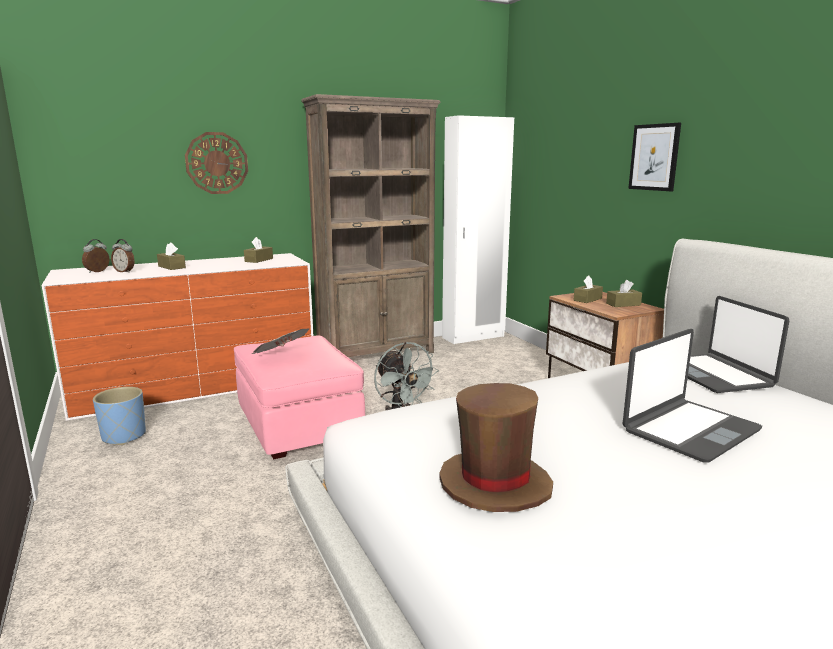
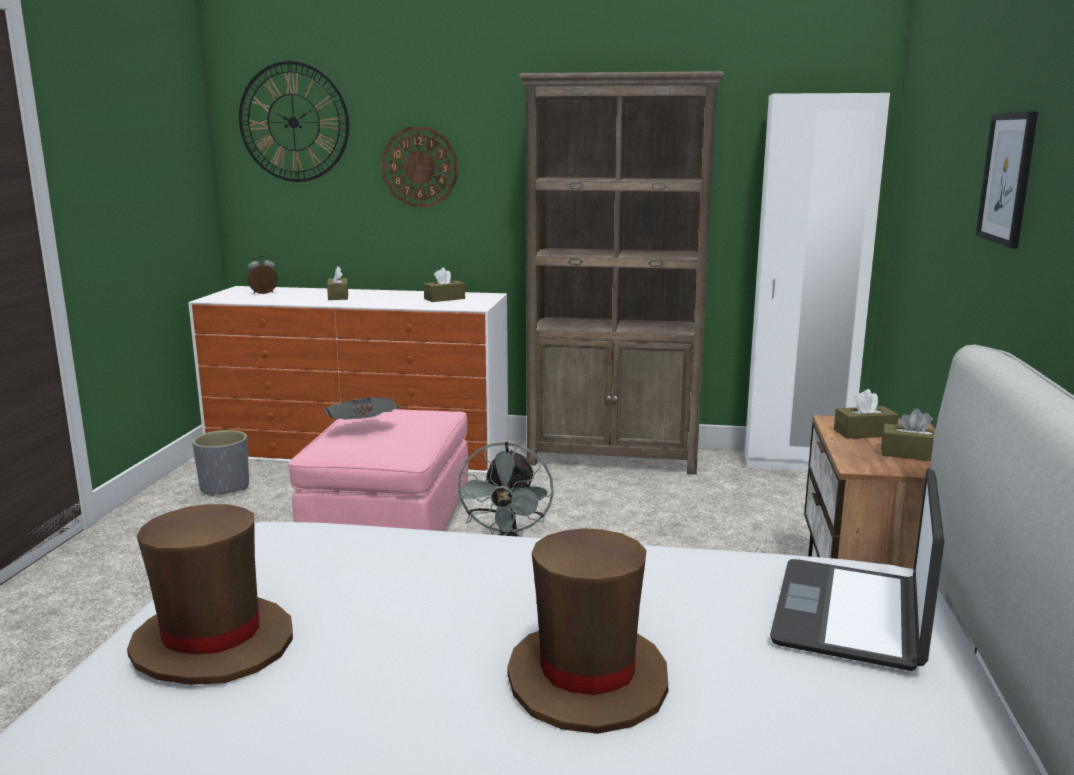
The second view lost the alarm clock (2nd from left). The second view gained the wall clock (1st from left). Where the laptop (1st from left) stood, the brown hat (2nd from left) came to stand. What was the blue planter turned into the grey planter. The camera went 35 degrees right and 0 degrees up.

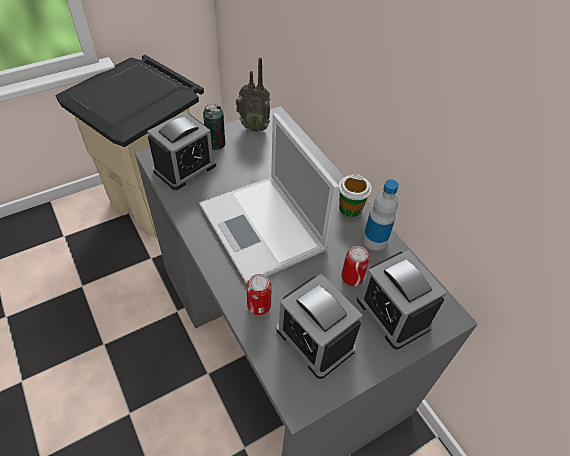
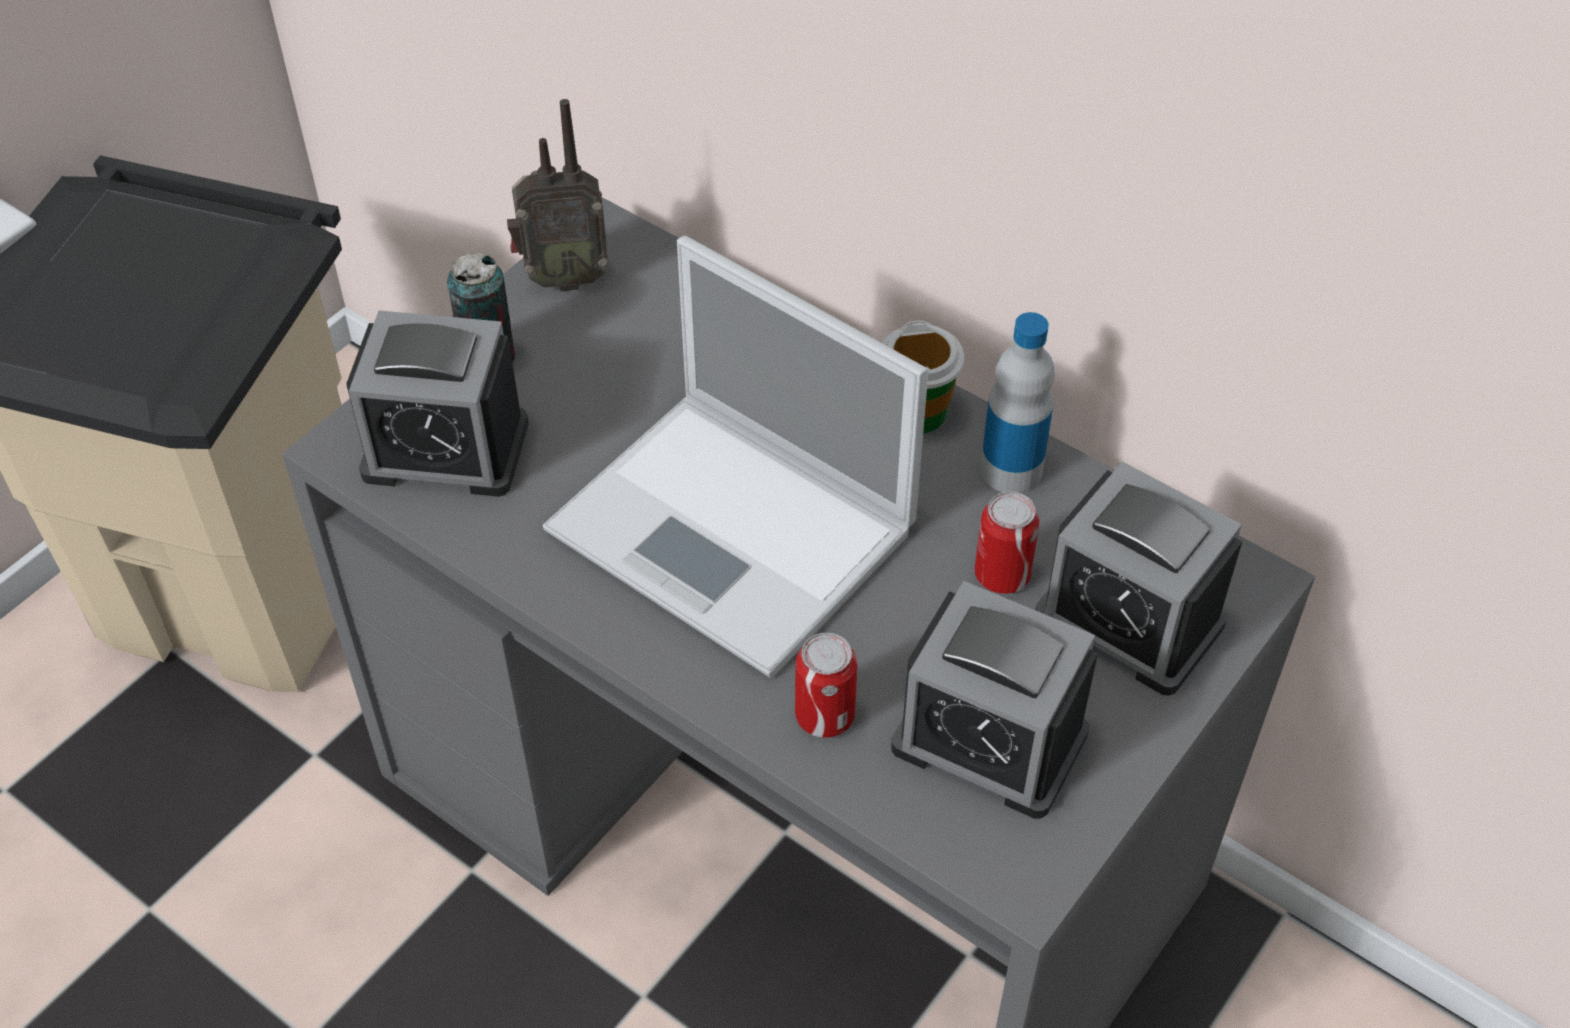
The alarm clock (1st from left) ended up facing another way, 75 degrees clockwise from before. The camera went 20 degrees left and 0 degrees up.

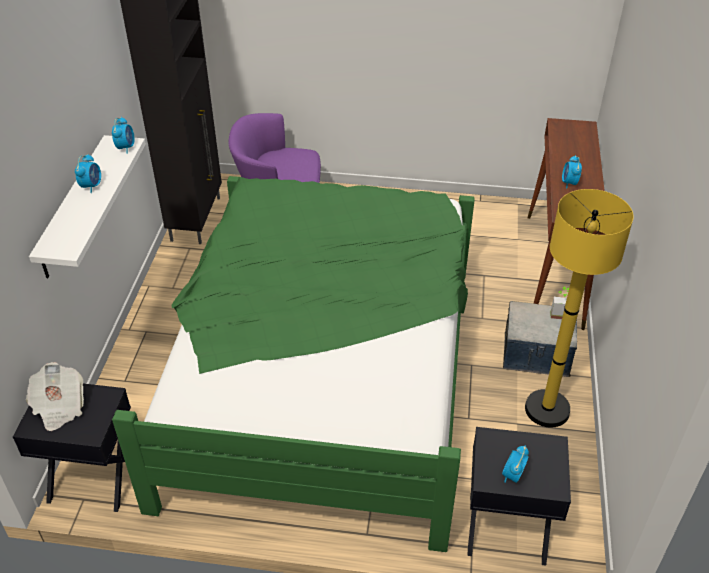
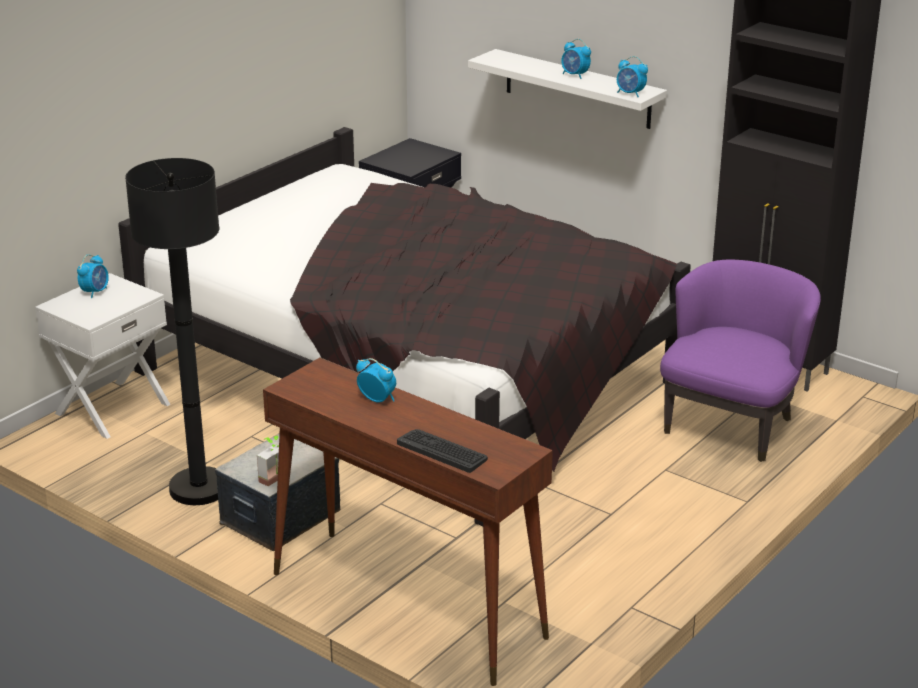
The second view lost the newspaper. The second view gained the keyboard. What was the green bed turned into the black bed. What was the black nightstand (2nd from left) turned into the white nightstand. What was the yellow floor lamp turned into the black floor lamp. The alarm clock (3rd from left in the first image) ended up facing another way, 60 degrees clockwise from before. The camera went 120 degrees right and 15 degrees down.

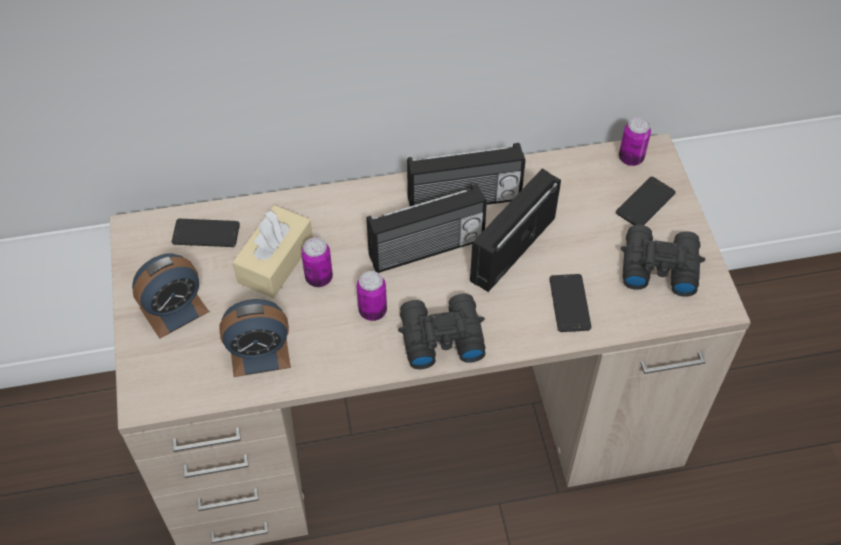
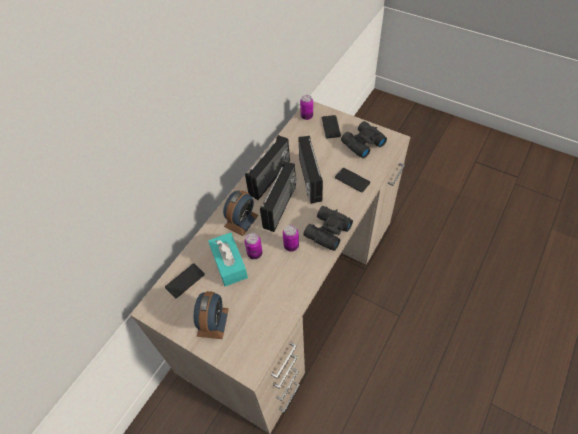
The alarm clock (2nd from left) ended up elsewhere. What was the beige tissue box turned into the turquoise tissue box. The camera went 45 degrees left and 0 degrees up.

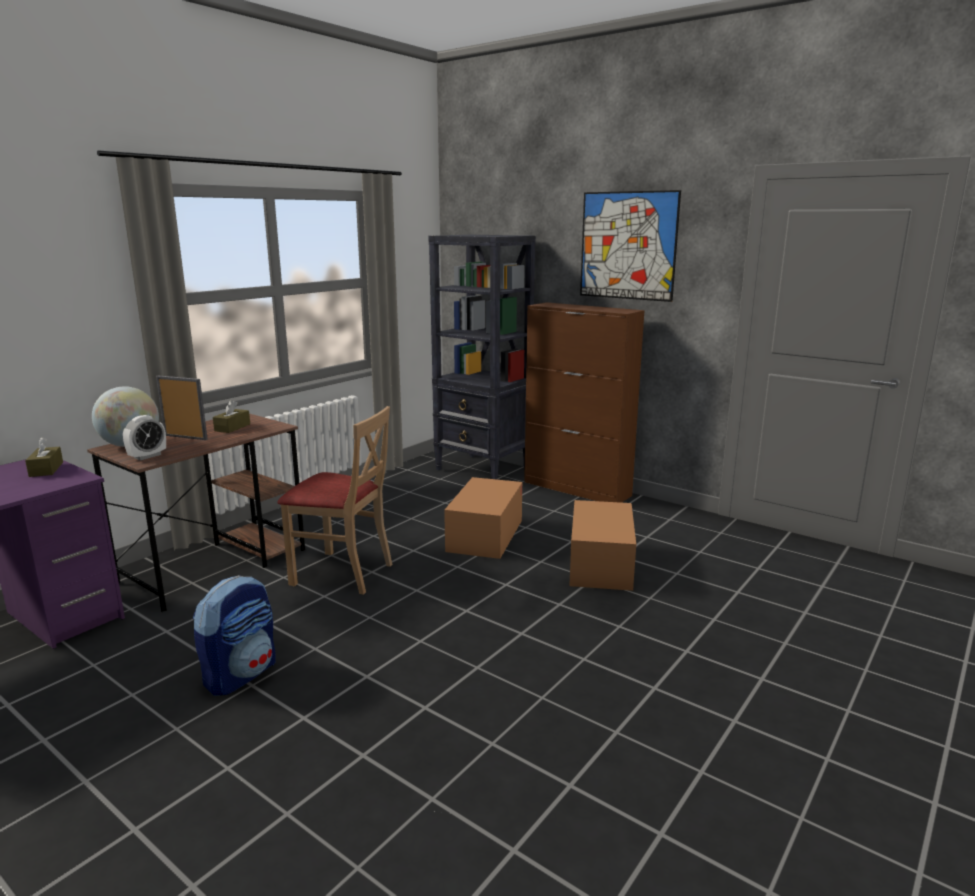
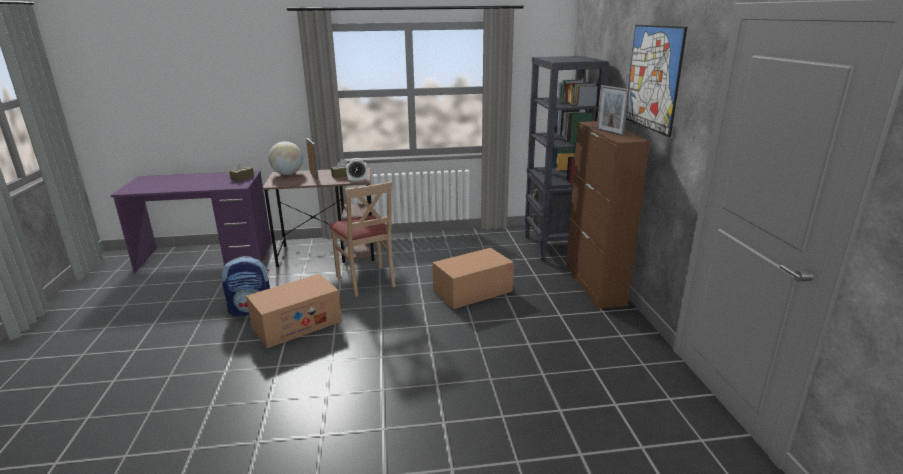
The second view gained the picture frame (2nd from left). The alarm clock ended up elsewhere. The cardboard box (2nd from left in the first image) ended up elsewhere. The camera went 45 degrees right and 5 degrees up.

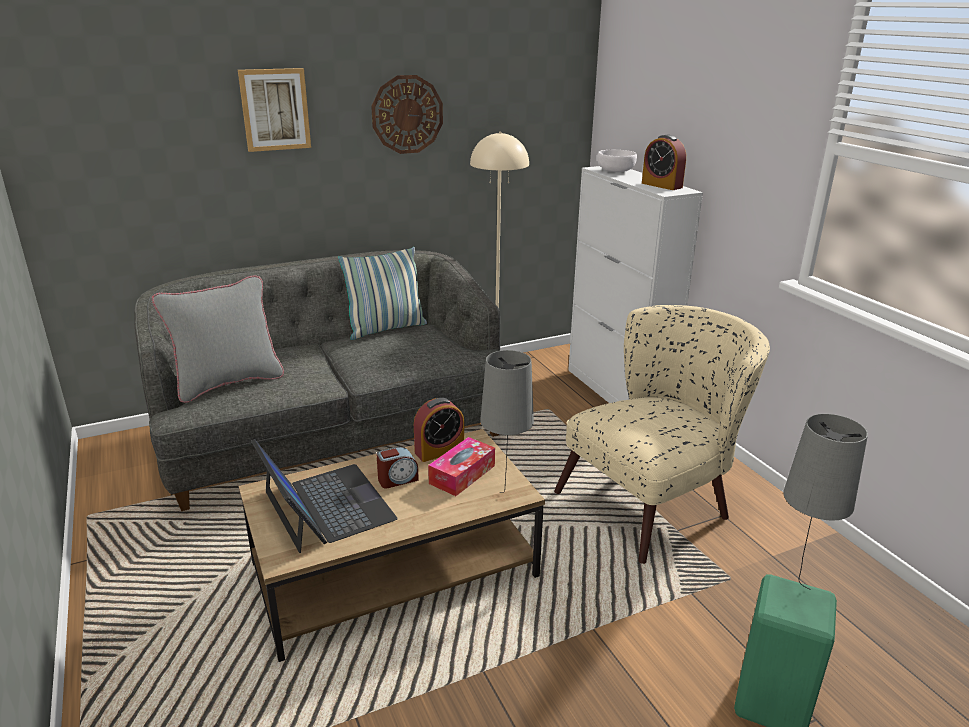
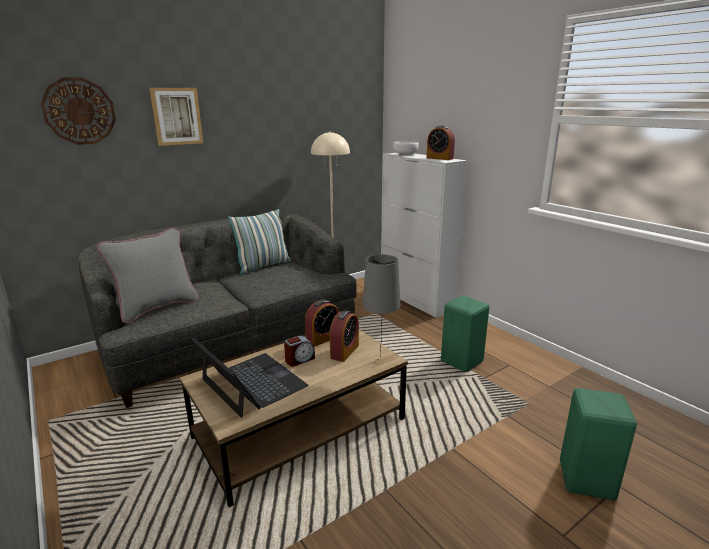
The second view lost the grey table lamp (2nd from left). The wall clock ended up elsewhere. Where the tissue box stood, the alarm clock (3rd from left) came to stand. Where the beige armchair stood, the green stool (1st from left) came to stand. The camera went 10 degrees left and 5 degrees down.

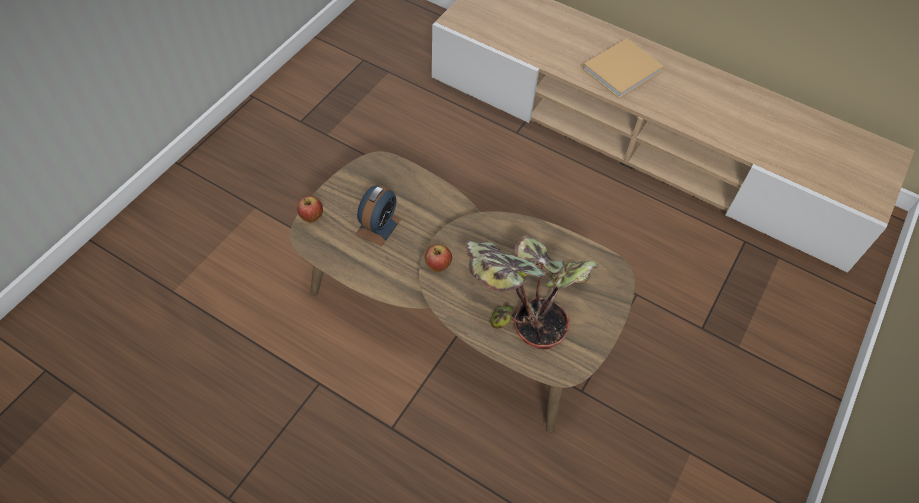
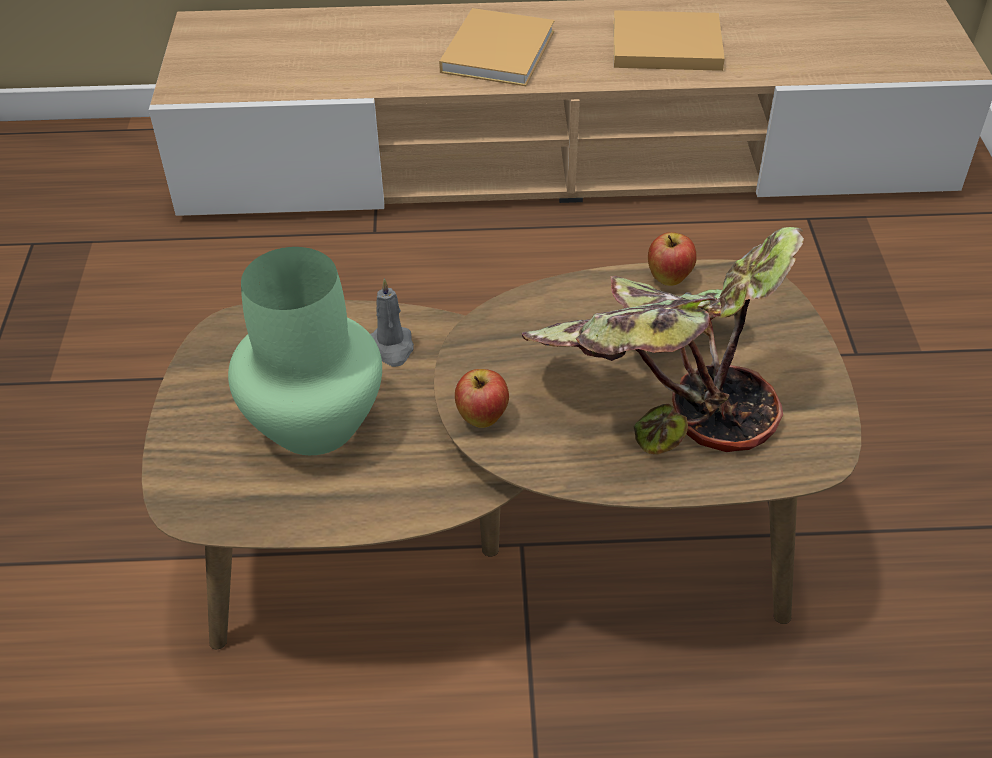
The second view gained the grey candle. The second view gained the beige book (2nd from left). The apple (1st from left in the first image) ended up elsewhere. Where the alarm clock stood, the green vase came to stand. The camera went 30 degrees left and 10 degrees down.

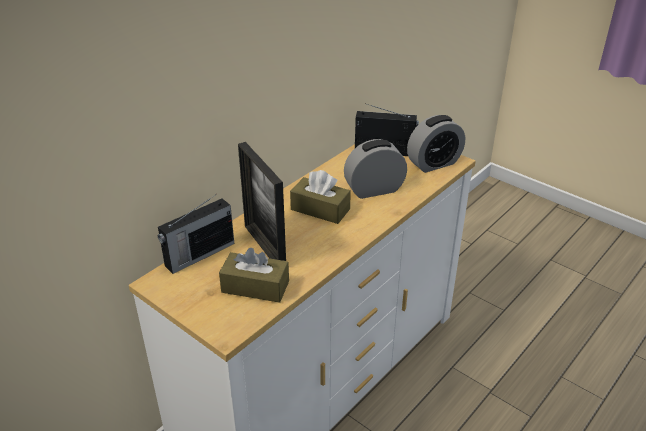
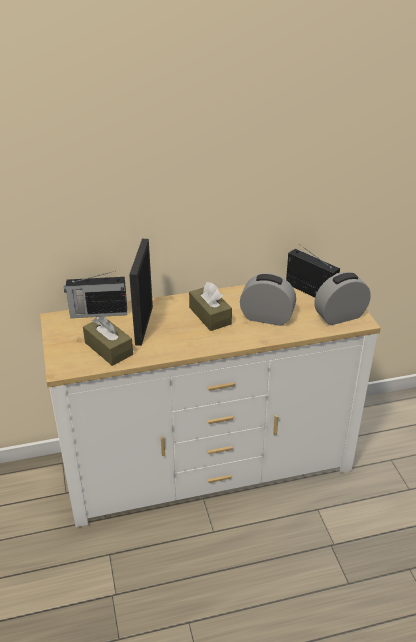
The alarm clock (2nd from left) ended up facing another way, 150 degrees clockwise from before. The camera went 35 degrees right and 0 degrees up.

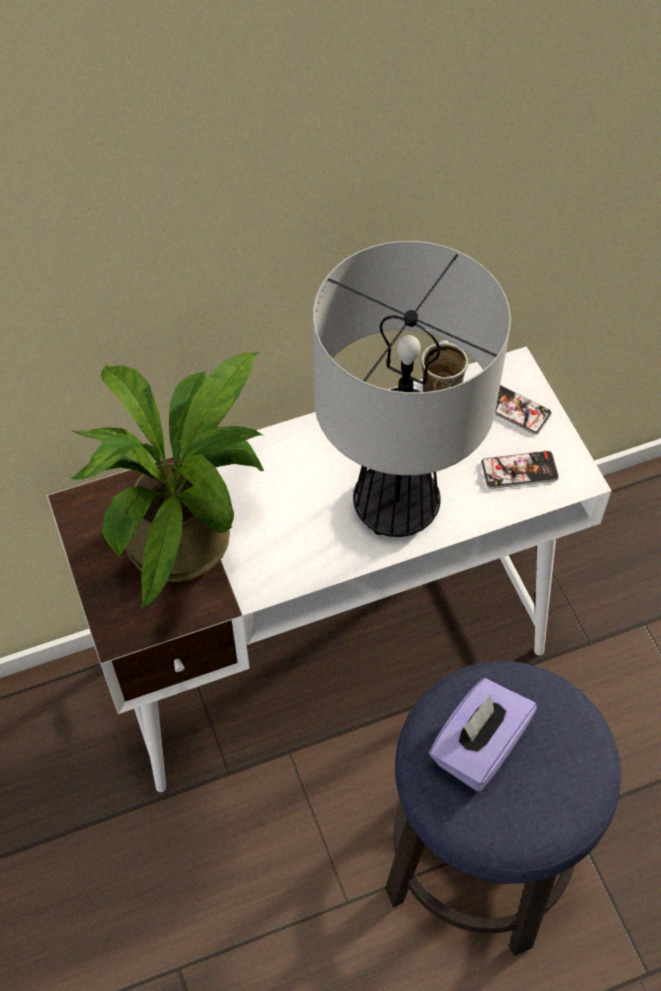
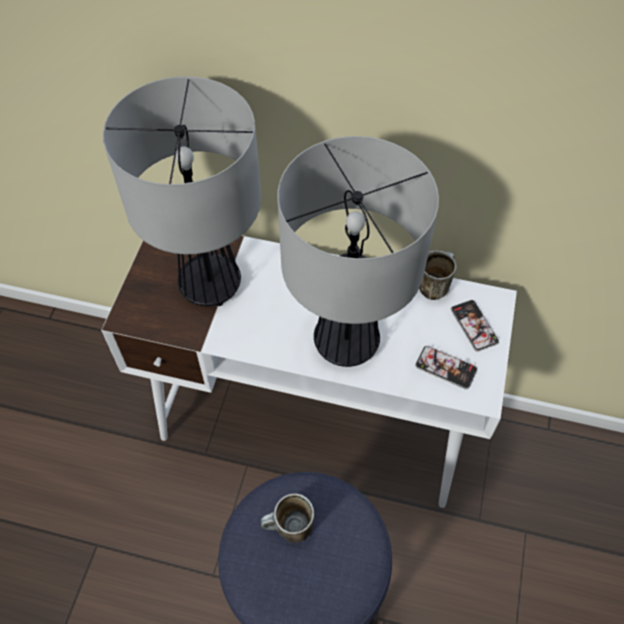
Where the potted plant stood, the table lamp (1st from left) came to stand. Where the purple tissue box stood, the mug (1st from left) came to stand. The camera went 35 degrees right and 0 degrees up.

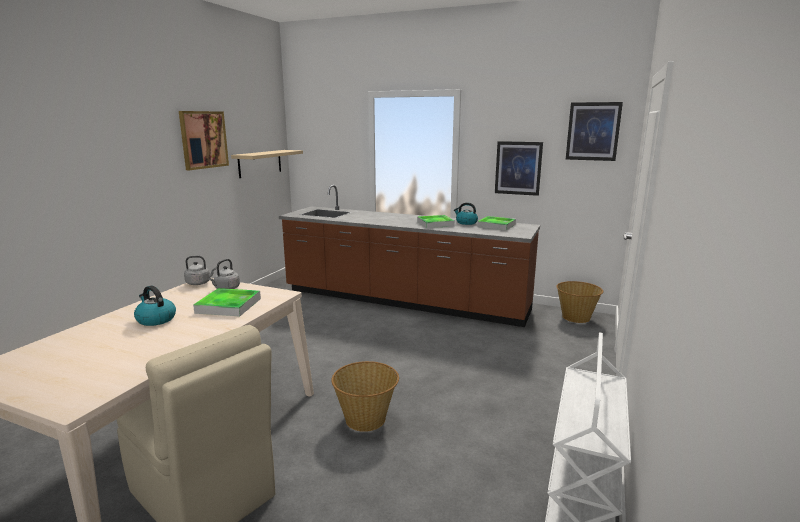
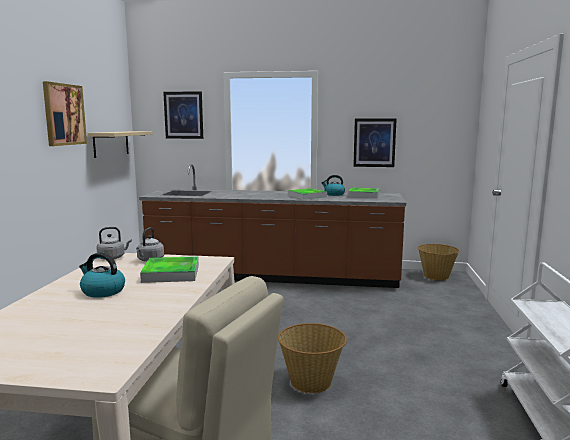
The picture (3rd from left in the first image) ended up elsewhere. The camera went 15 degrees left and 5 degrees down.

